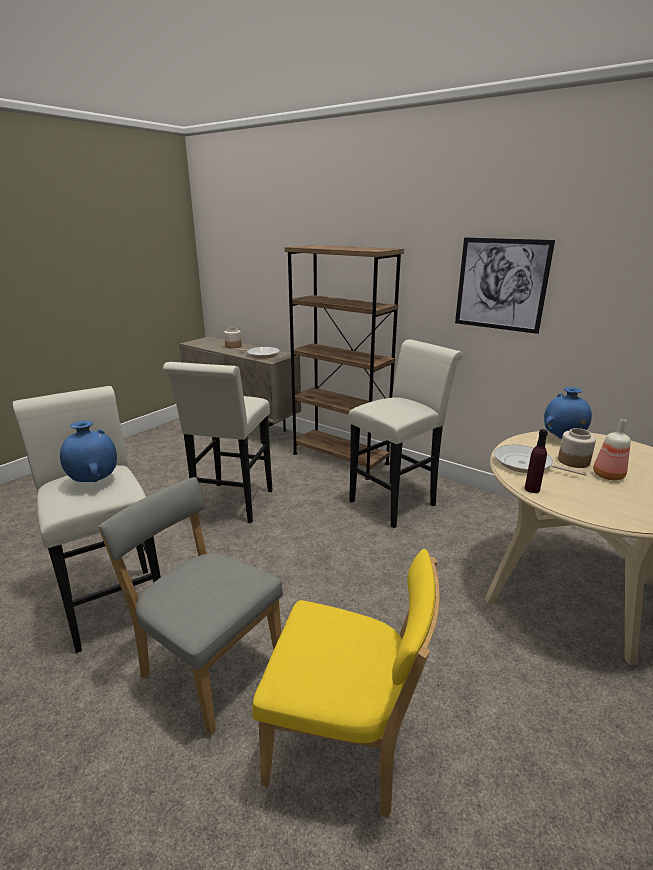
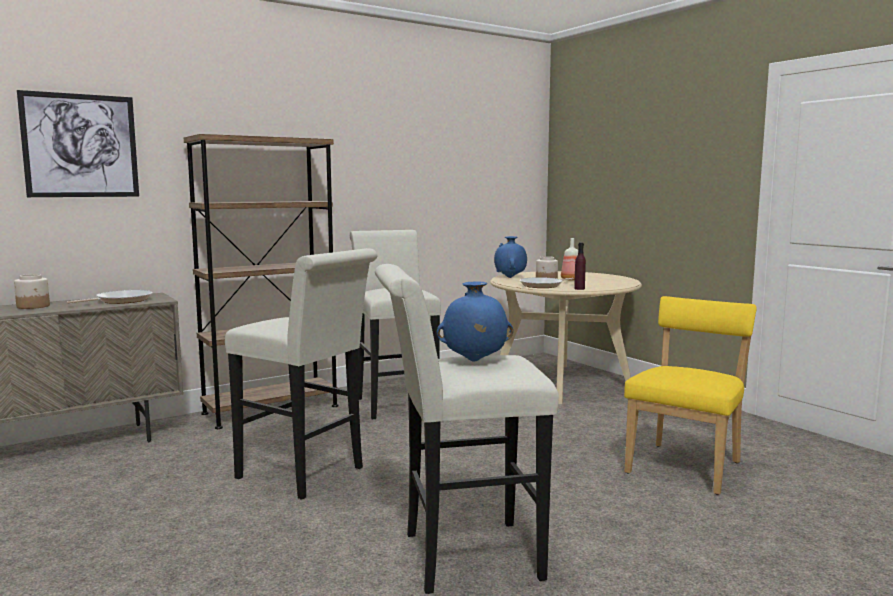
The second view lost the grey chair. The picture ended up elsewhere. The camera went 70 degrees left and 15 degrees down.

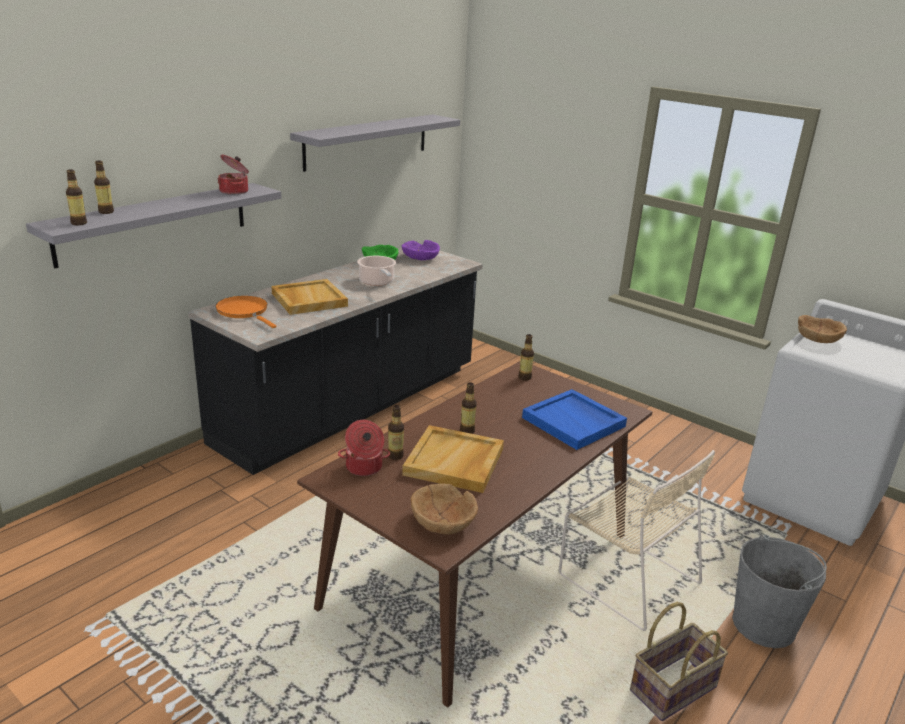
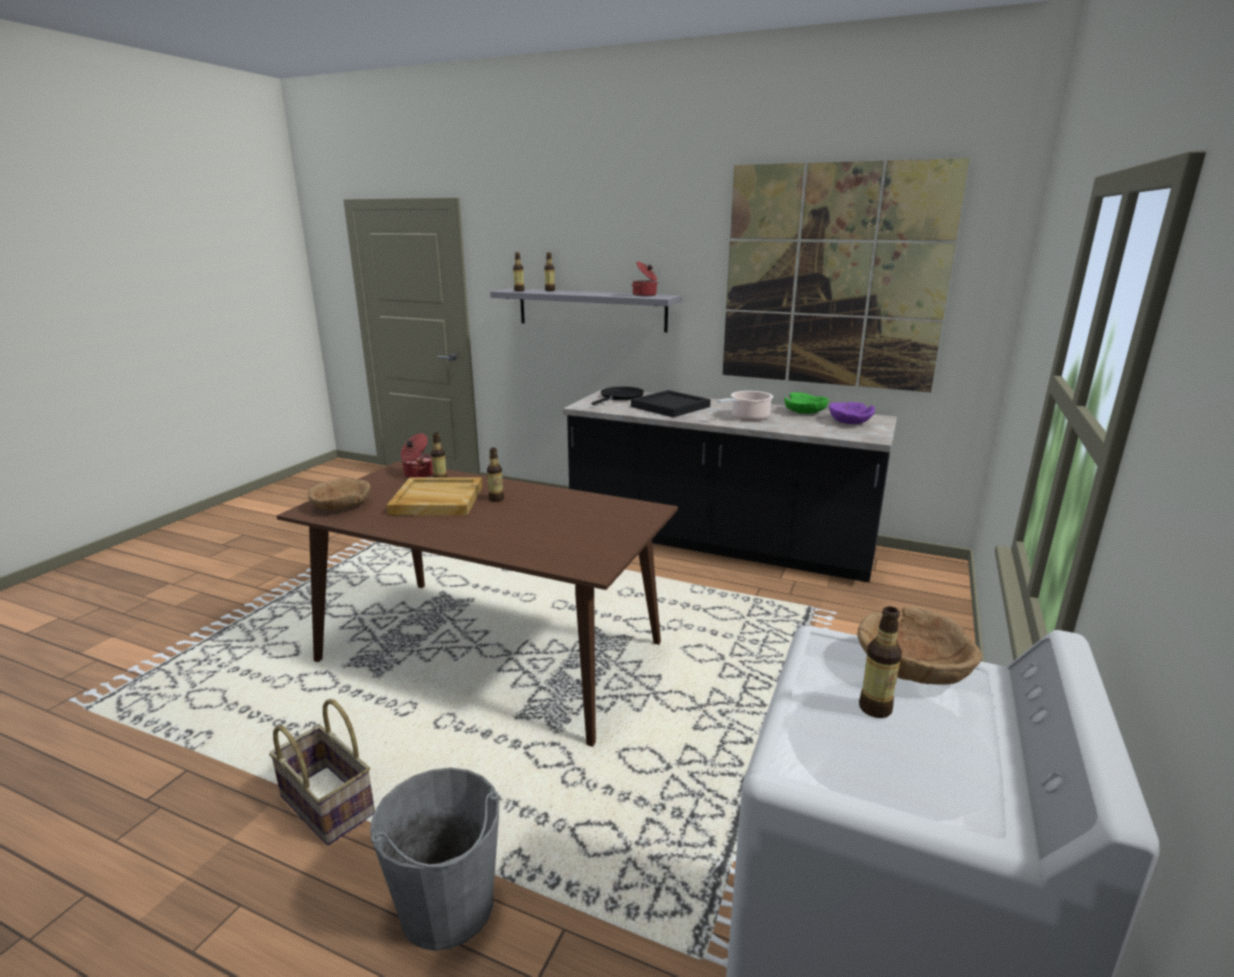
The second view lost the blue tray. The second view lost the beige chair. The bottle (5th from left) ended up elsewhere. Where the grey shelf (2nd from left) hung, the picture came to hang. What was the orange frying pan turned into the black frying pan. What was the beige tray (1st from left) turned into the black tray. The camera went 75 degrees right and 5 degrees down.

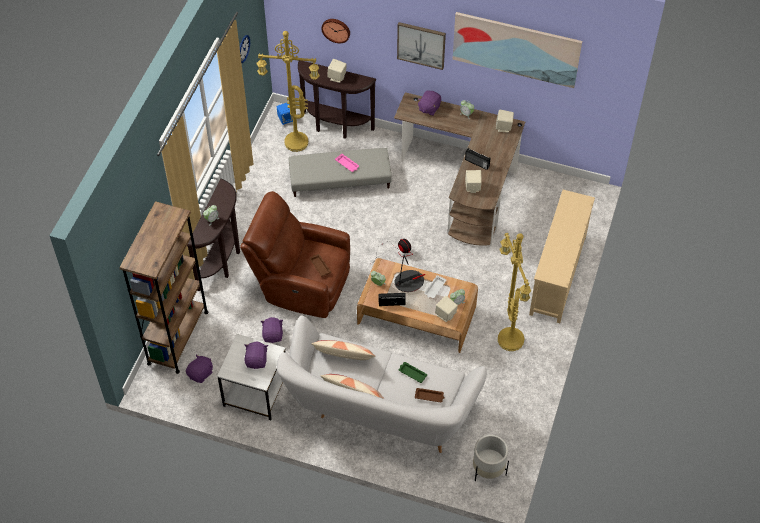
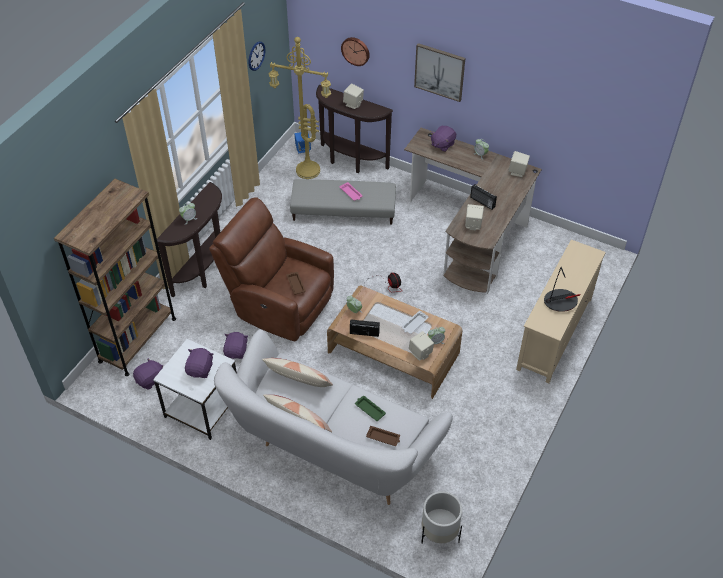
The second view lost the picture (2nd from left). The second view lost the yellow floor lamp (2nd from left). The table lamp ended up elsewhere. The camera went 10 degrees right and 5 degrees down.

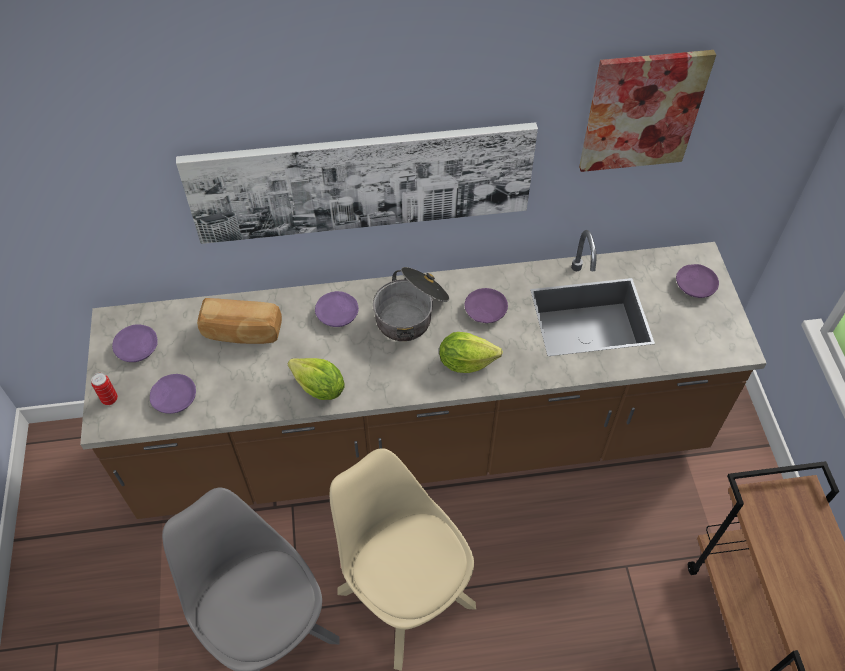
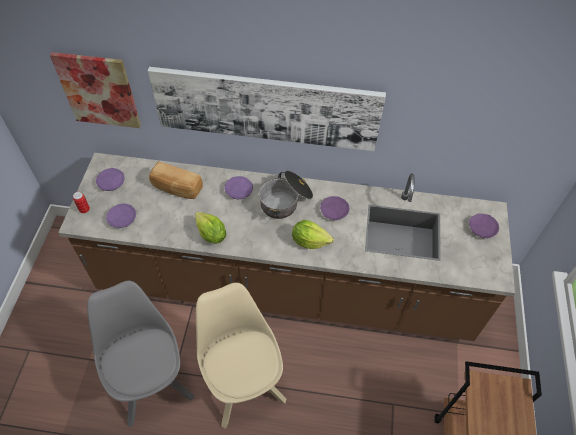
The picture (2nd from left in the first image) ended up elsewhere. The camera went 15 degrees right and 0 degrees up.

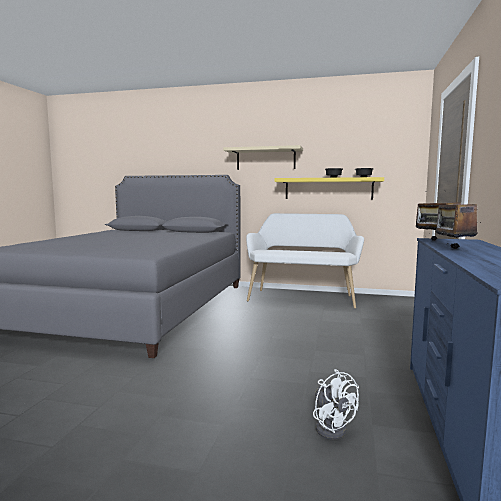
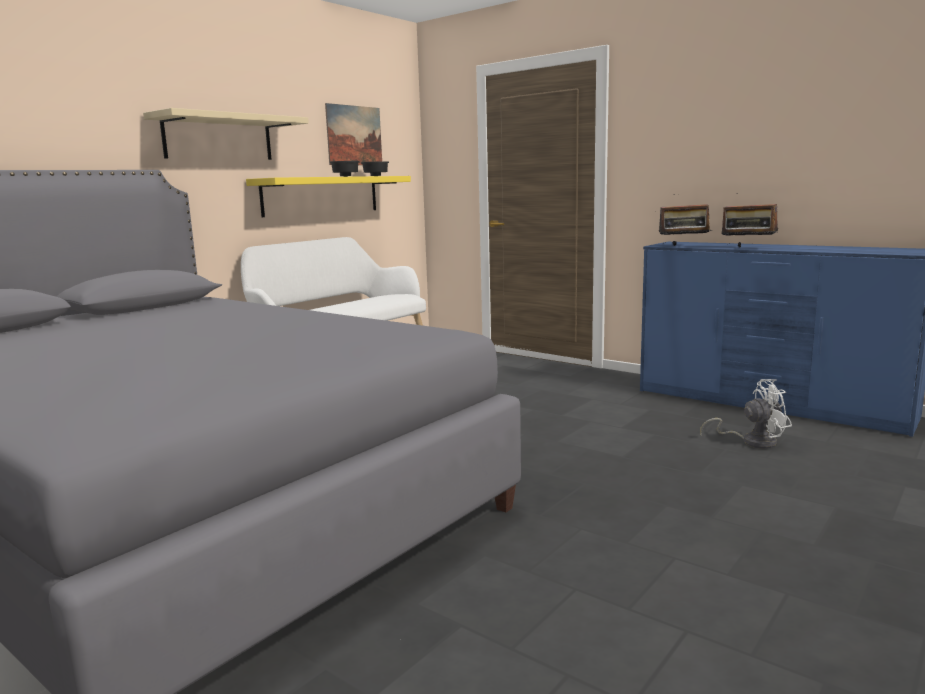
The second view gained the picture. The camera went 65 degrees left and 5 degrees up.

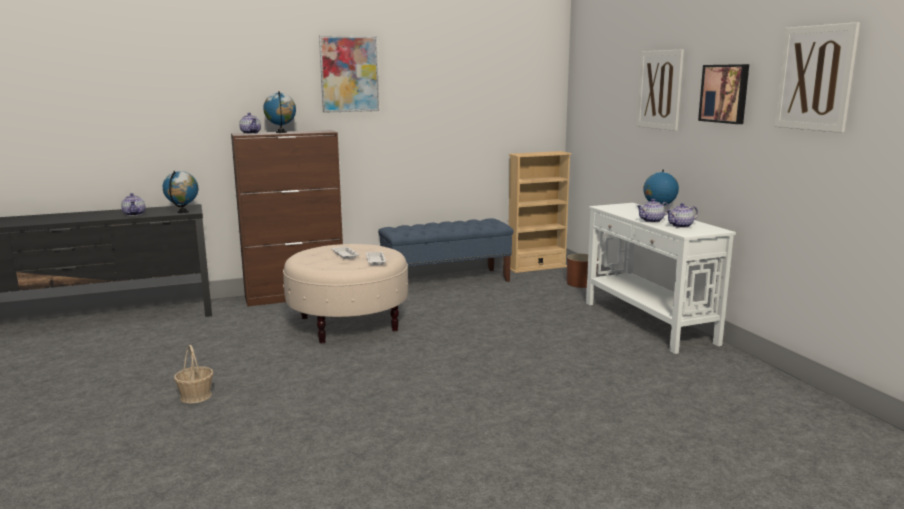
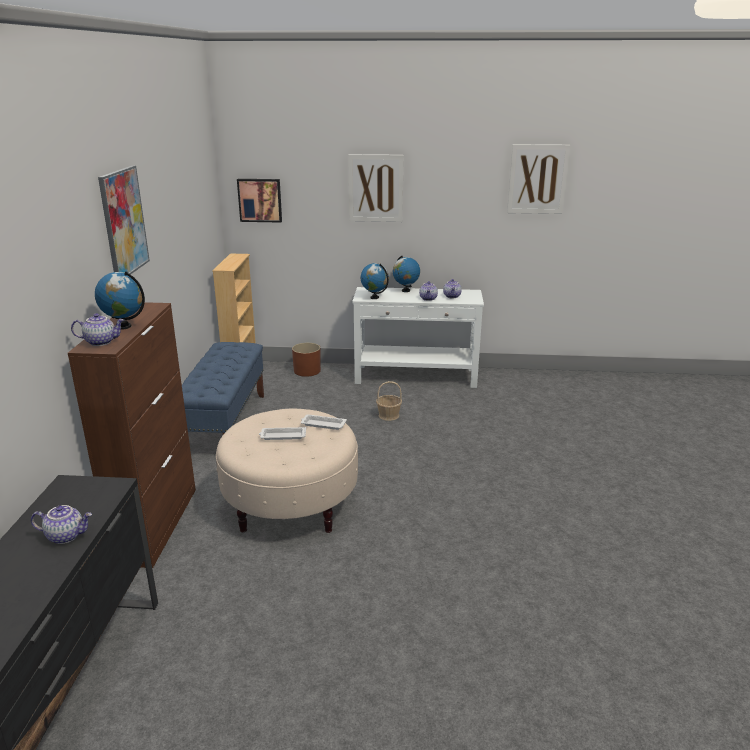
The globe (1st from left in the first image) ended up elsewhere. The basket ended up elsewhere. The picture (3rd from left in the first image) ended up elsewhere. The camera went 65 degrees left and 10 degrees up.

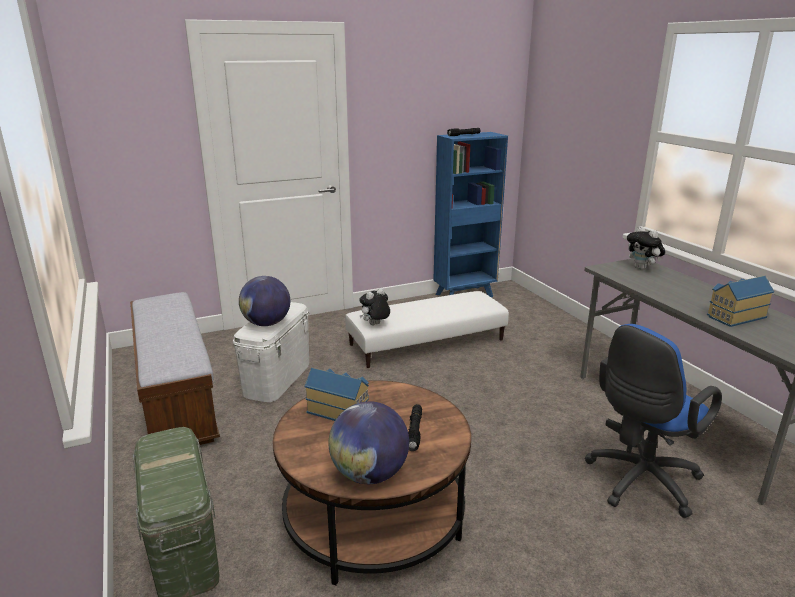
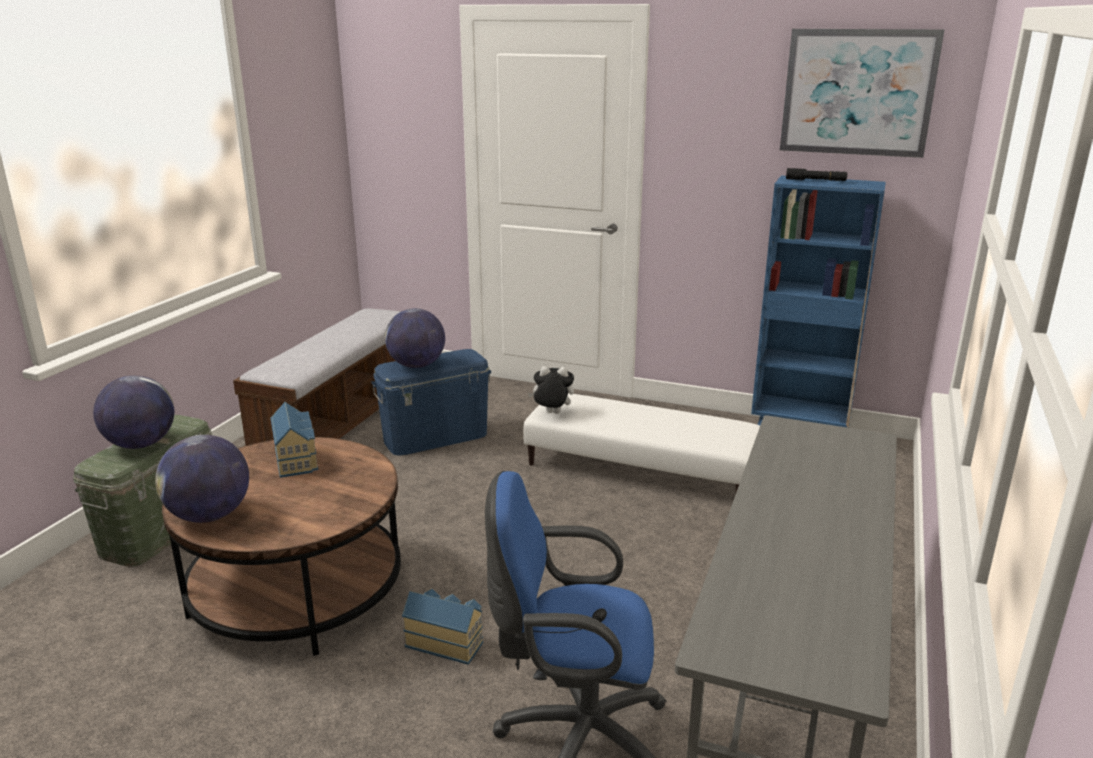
The second view lost the black flashlight (1st from left). The second view lost the plush toy (2nd from left). The second view gained the globe (1st from left). The second view gained the picture. The toy house (2nd from left) ended up elsewhere. What was the white storage box turned into the blue storage box. The camera went 45 degrees right and 0 degrees up.

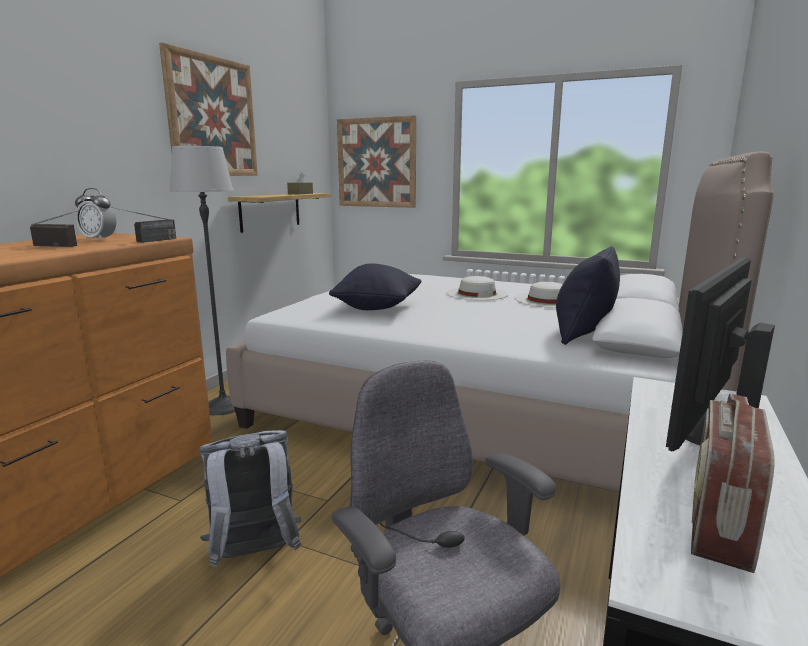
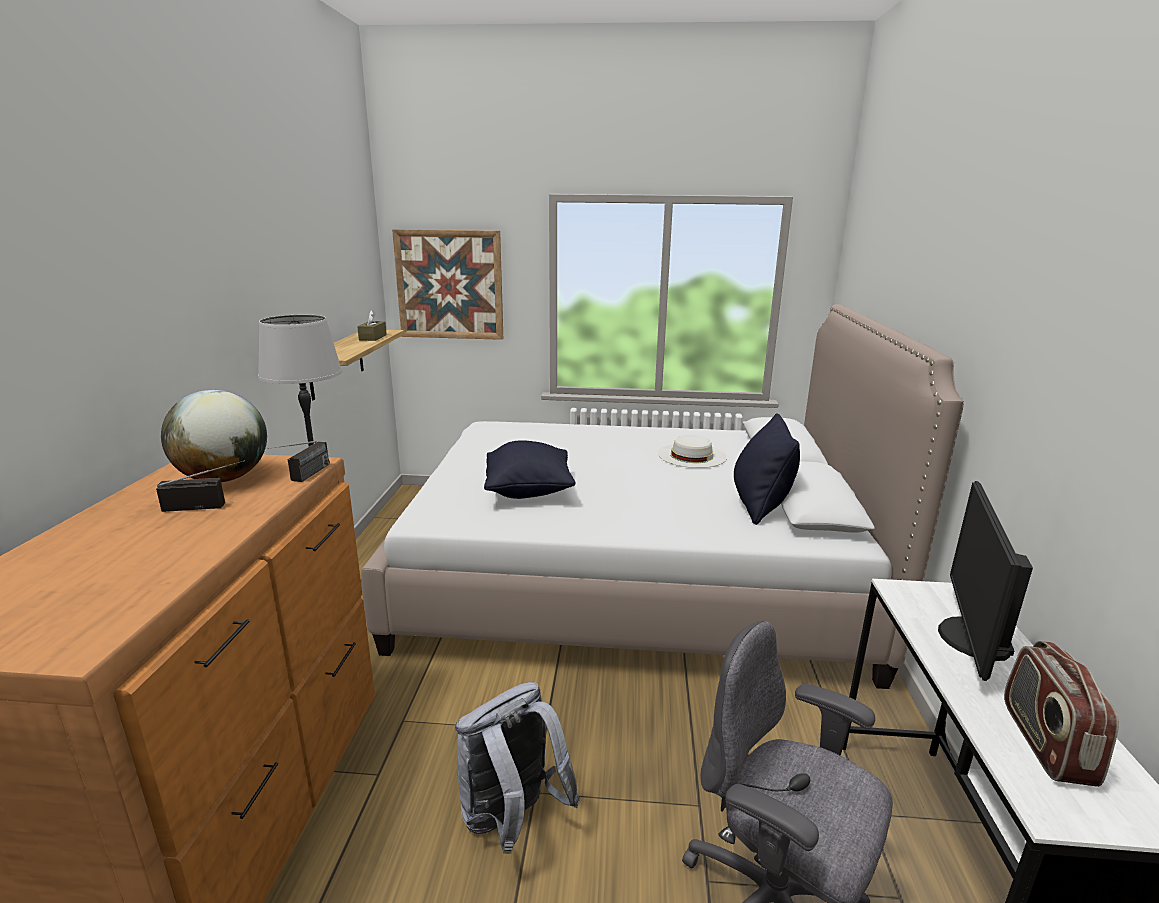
The second view lost the picture (1st from left). The second view lost the white hat (1st from left). Where the alarm clock stood, the globe came to stand. The camera went 20 degrees left and 5 degrees up.

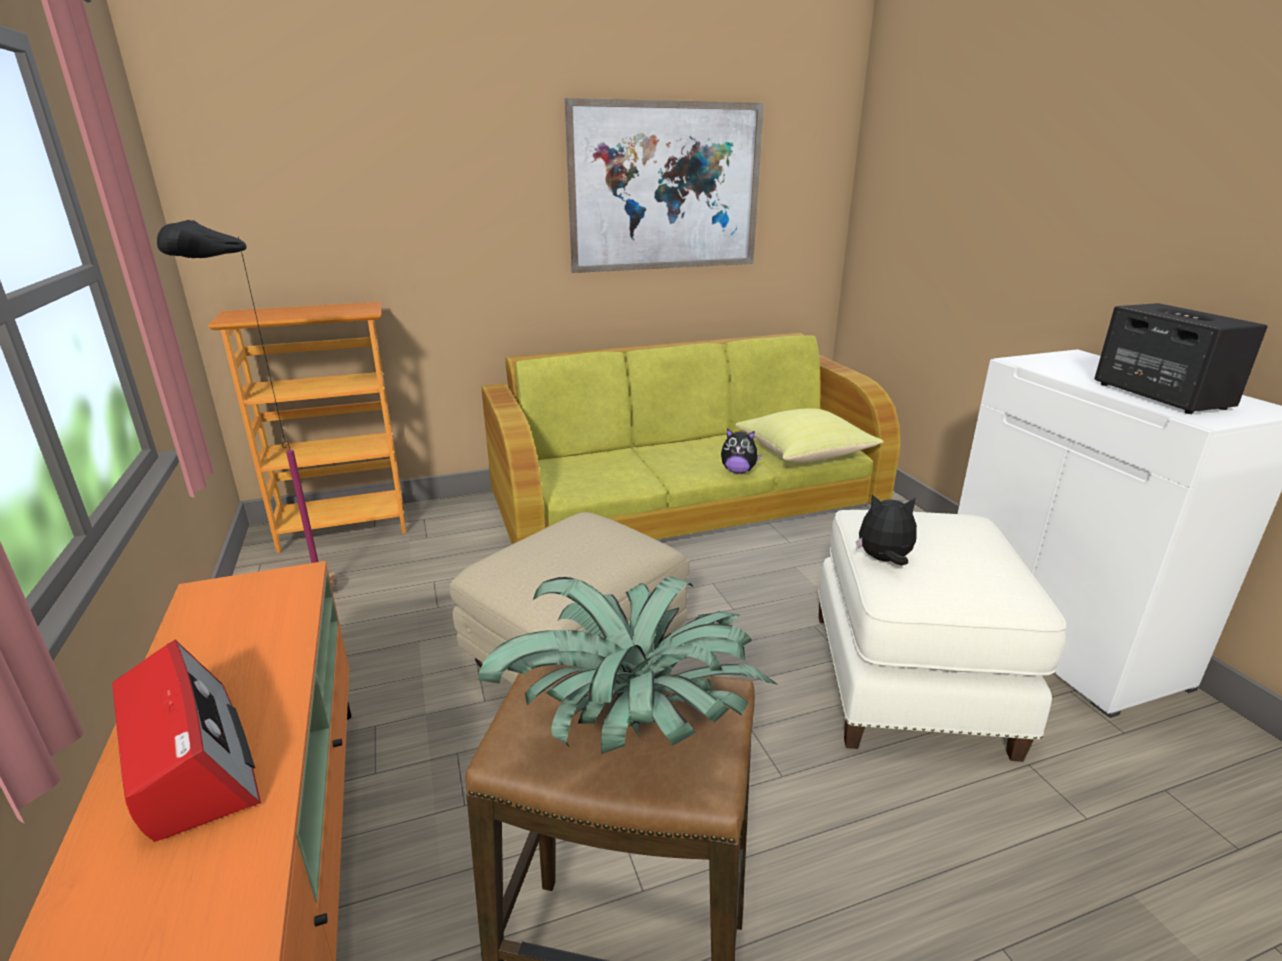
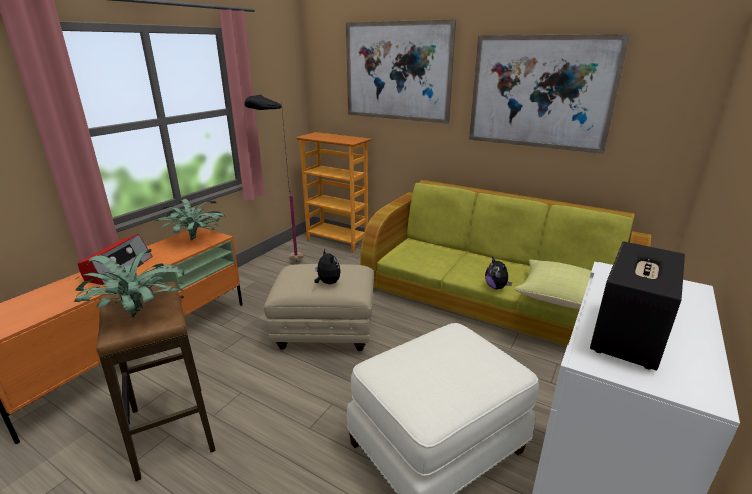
The second view gained the potted plant (2nd from left). The second view gained the picture (1st from left). The plush toy (2nd from left in the first image) ended up elsewhere. The camera went 50 degrees right and 0 degrees up.

